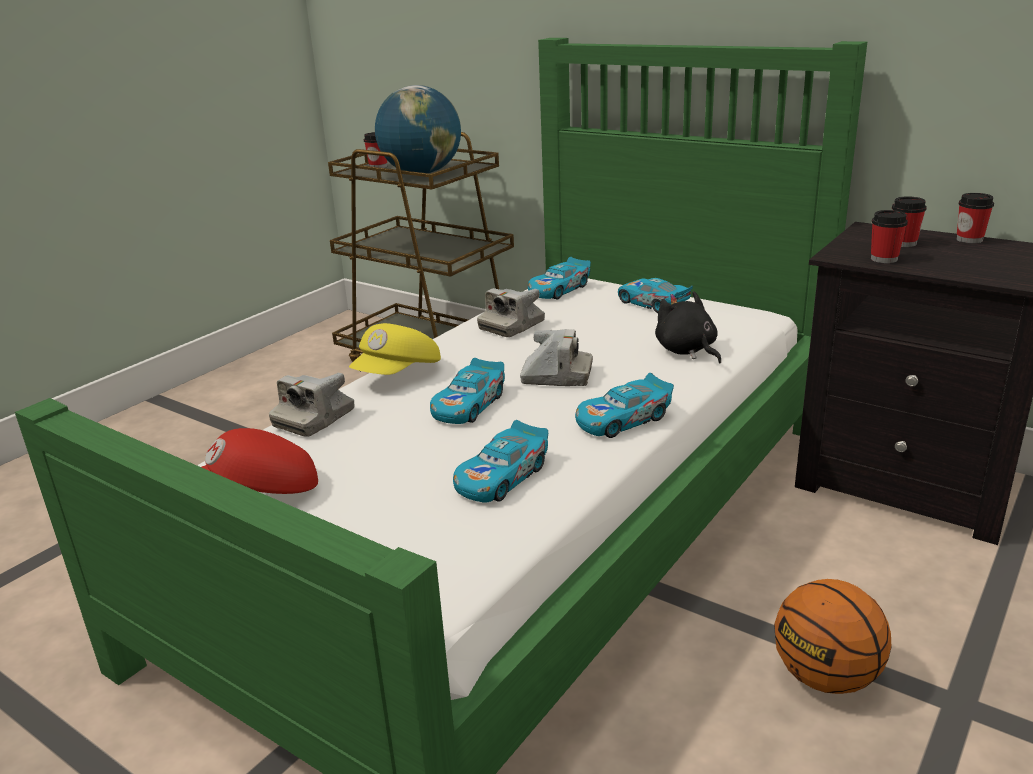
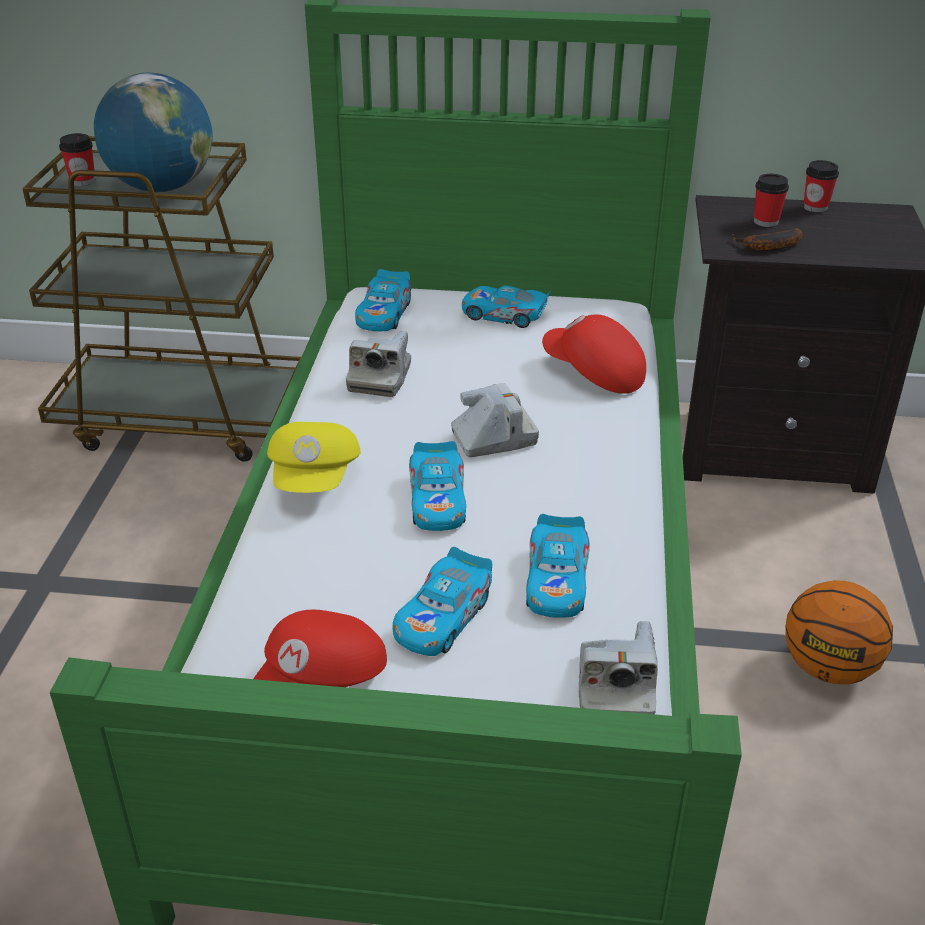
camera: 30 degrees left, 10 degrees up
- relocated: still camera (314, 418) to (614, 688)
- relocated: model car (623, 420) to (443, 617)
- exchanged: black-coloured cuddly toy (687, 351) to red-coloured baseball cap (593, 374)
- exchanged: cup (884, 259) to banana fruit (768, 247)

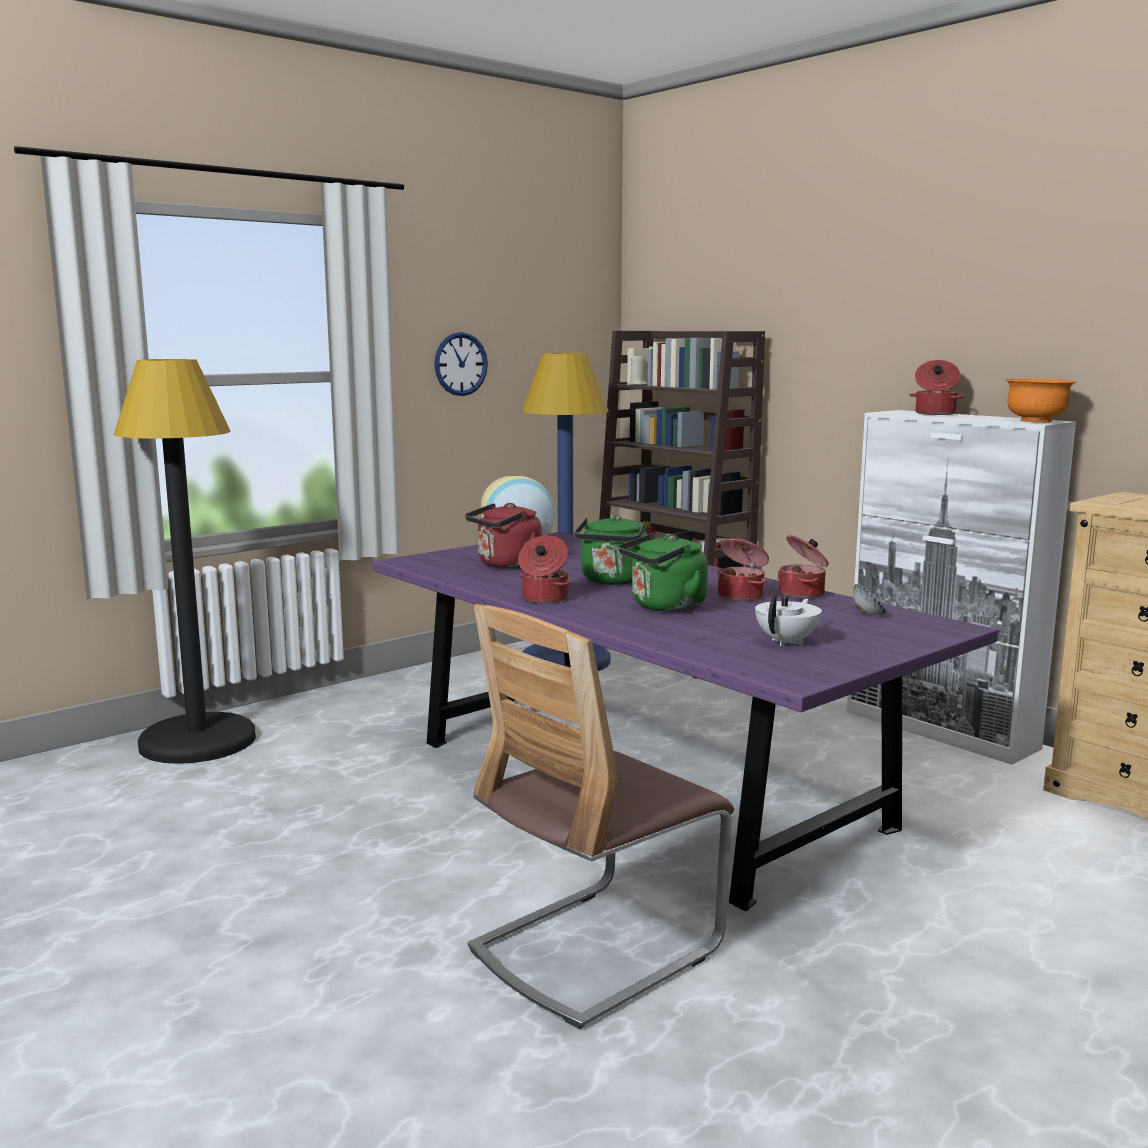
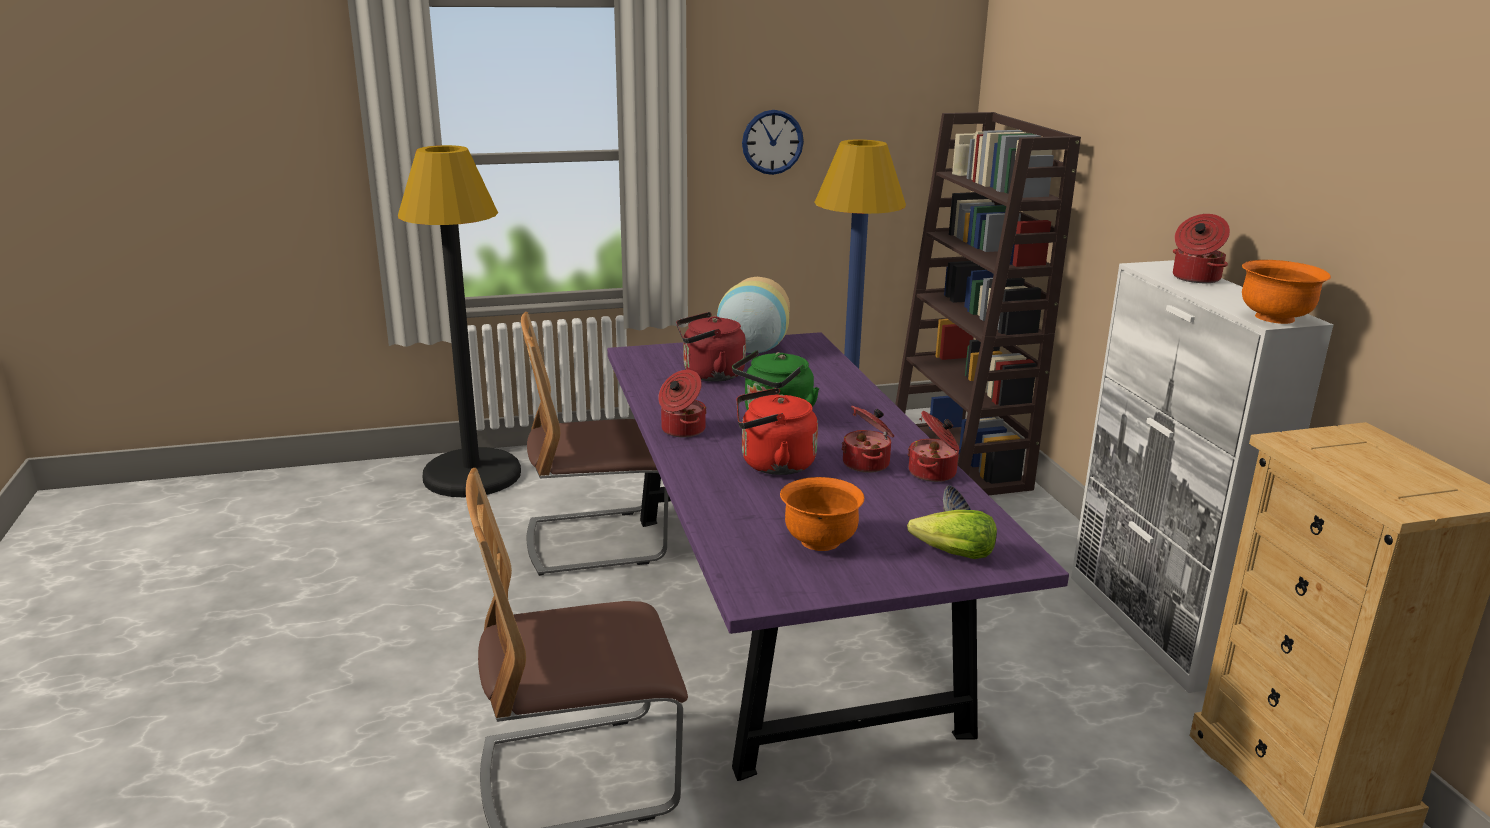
camera: 25 degrees right, 10 degrees up
- appeared: plain chair (596, 541)
- appeared: lettuce head (954, 554)
- exchanged: white teapot (787, 642) to orange serving bowl (820, 541)
- colour: greenish water kettle (664, 607) to red-coloured water kettle (772, 464)

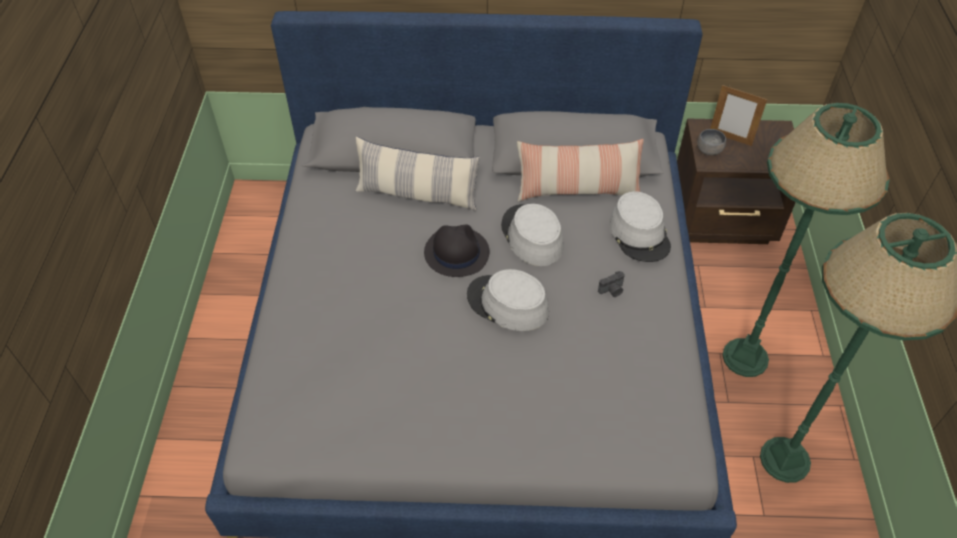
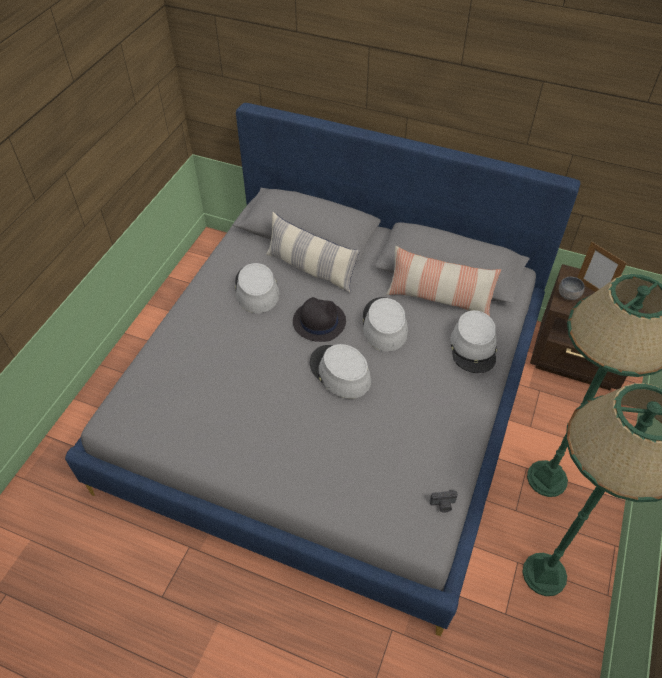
camera: 20 degrees right, 0 degrees up
- appeared: greyish clothing hat (256, 289)
- relocated: still camera (612, 290) to (443, 505)

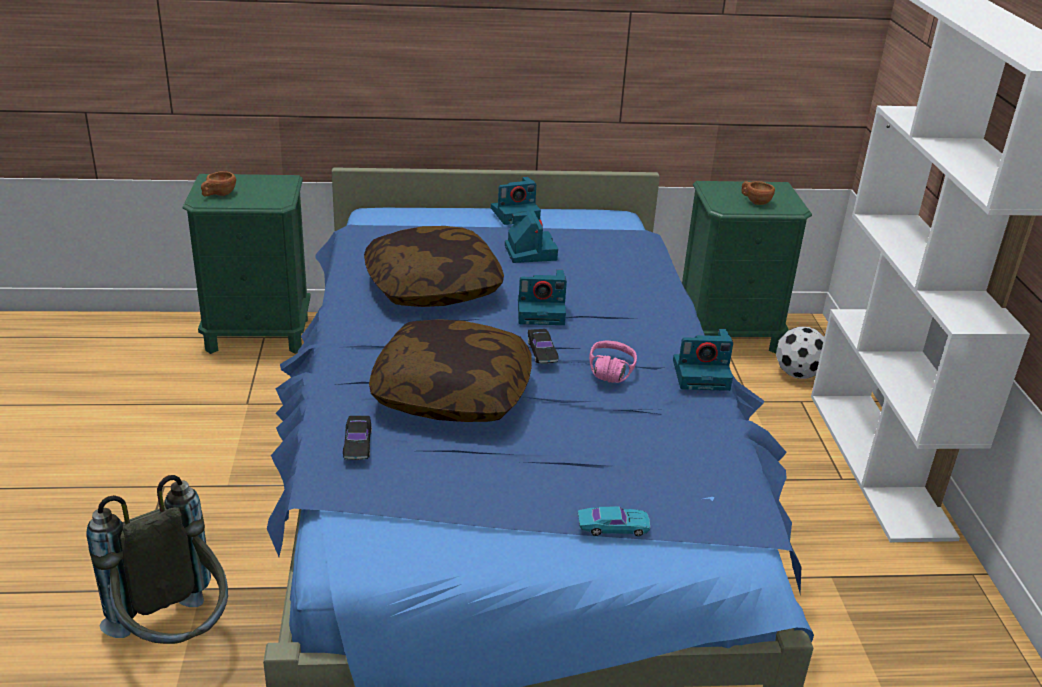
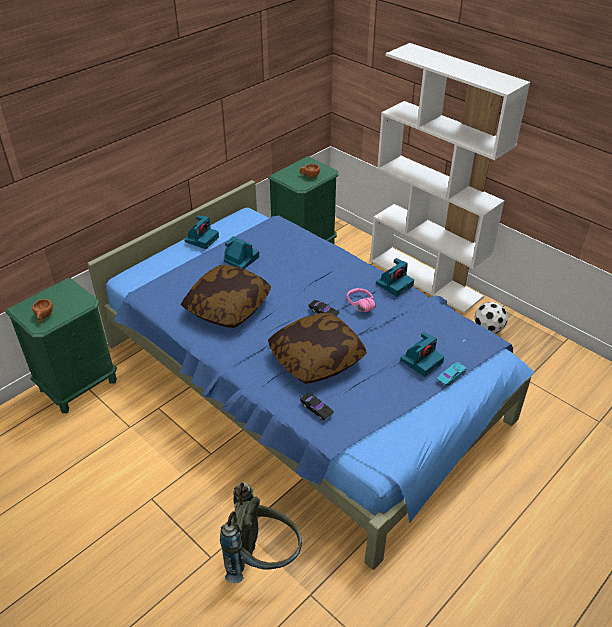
camera: 40 degrees left, 10 degrees up
- relocated: still camera (542, 311) to (421, 360)
- relocated: football (797, 373) to (487, 329)

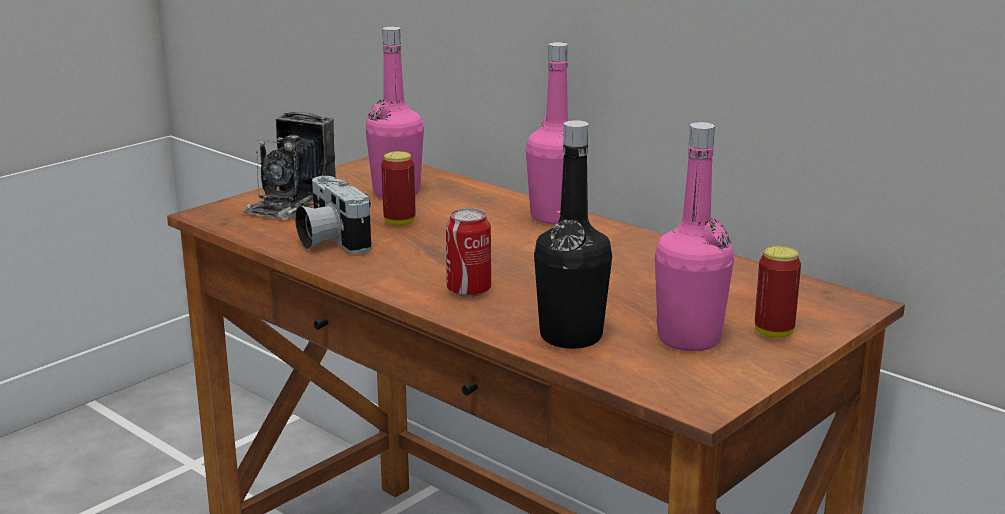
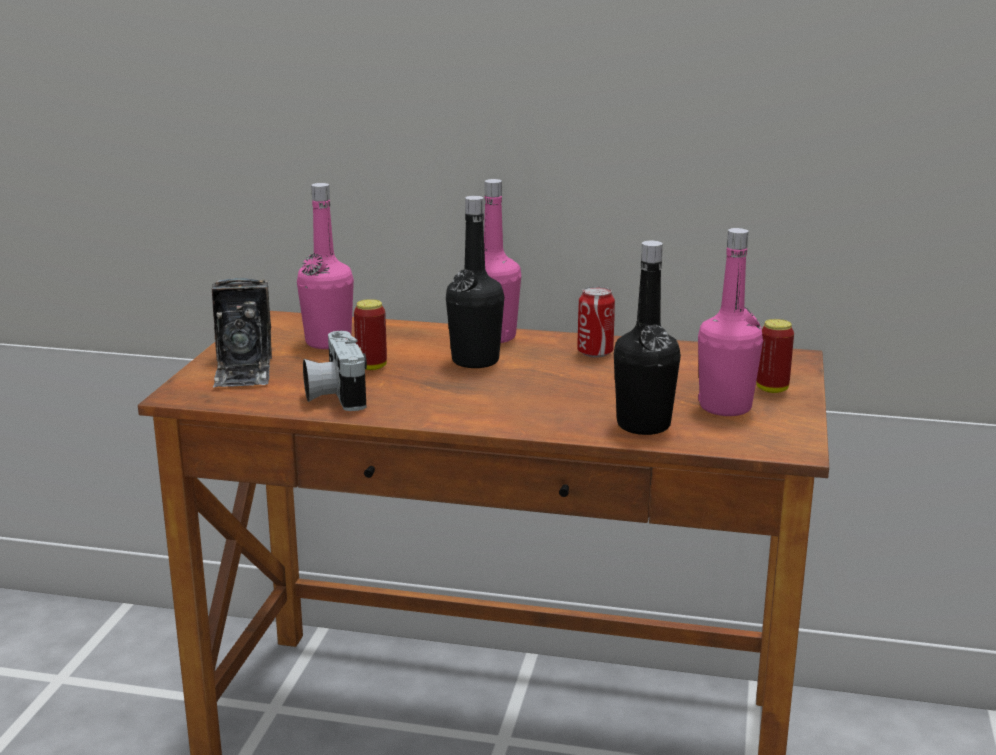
camera: 30 degrees left, 0 degrees up
- appeared: black-coloured bottle (475, 361)
- relocated: sealed can (469, 290) to (595, 352)
- spun: still camera (329, 240) = (334, 394) 45 degrees clockwise

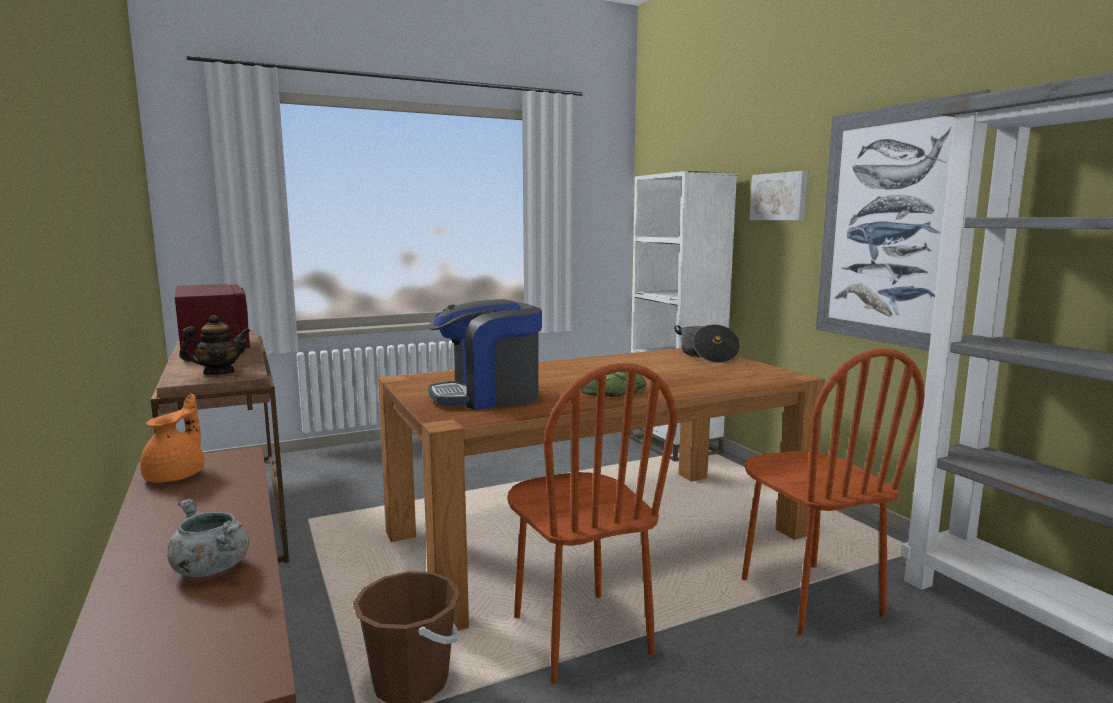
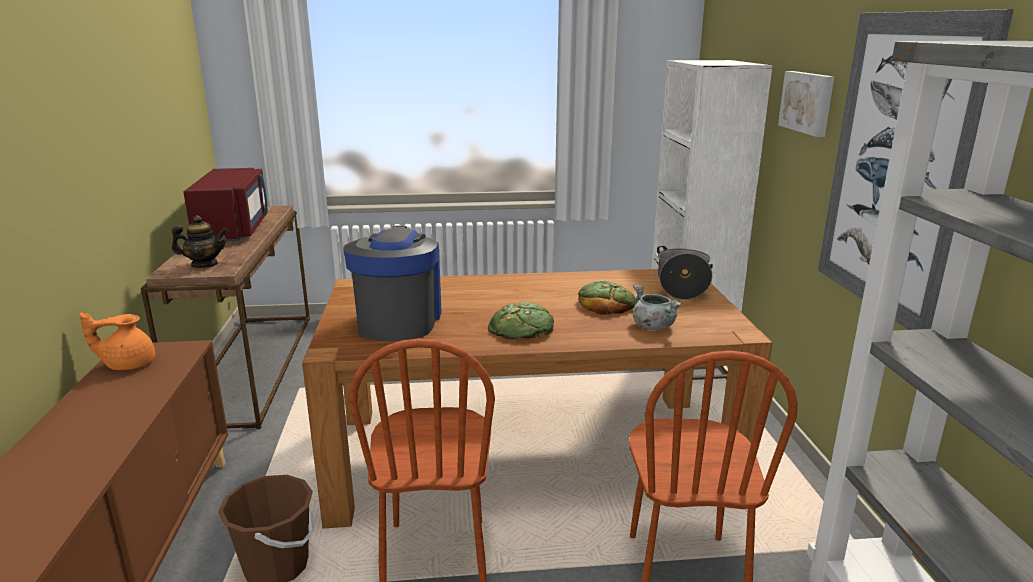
camera: 20 degrees right, 10 degrees up
- appeared: bakery bread (607, 304)
- relocated: greyish stockpot (210, 568) to (652, 326)
- spun: orange teapot (177, 476) = (128, 364) 135 degrees counterclockwise
- spun: coffee maker (488, 397) = (398, 320) 90 degrees clockwise

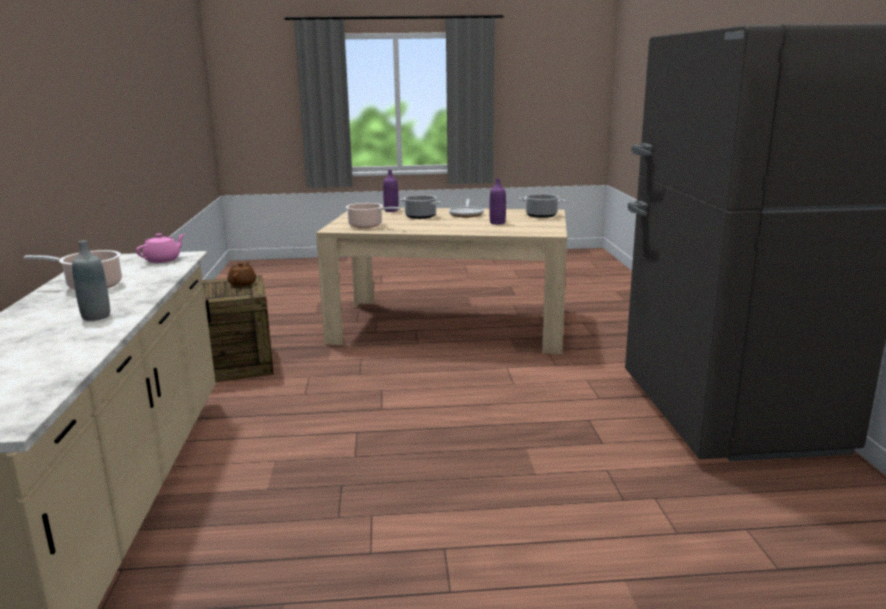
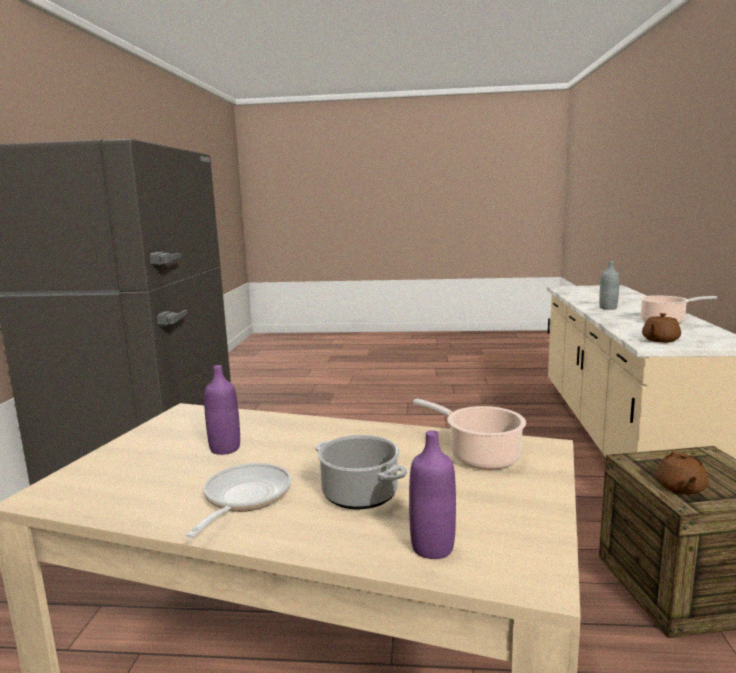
camera: 170 degrees left, 5 degrees down
- missing: stockpot (541, 215)
- colour: pinkish teapot (163, 260) to brownish teapot (660, 340)

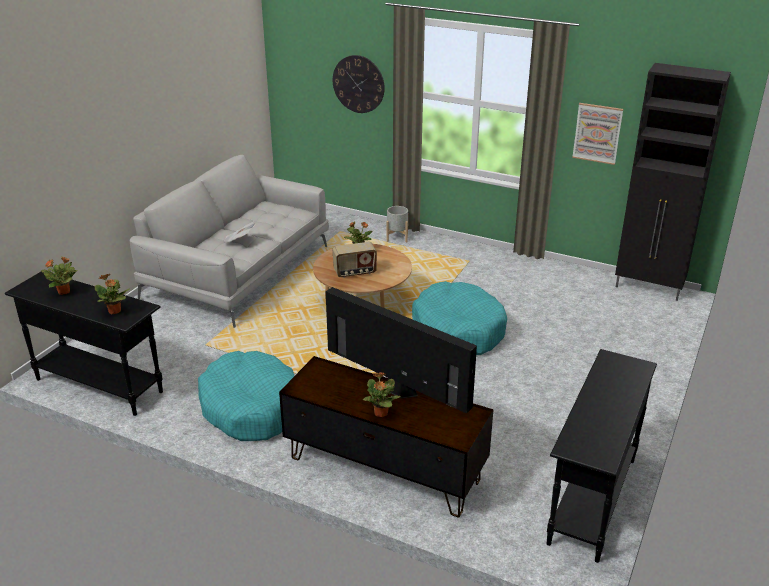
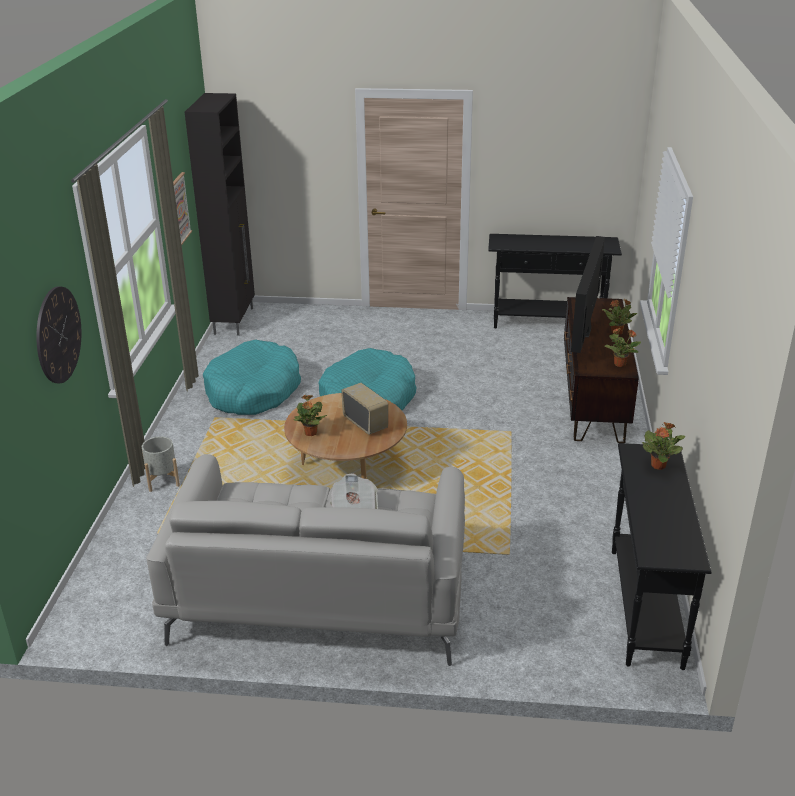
camera: 110 degrees left, 0 degrees up
- relocated: potted plant (64, 292) to (619, 364)
- relocated: turquoise-coloured pet bed (250, 407) to (253, 391)

